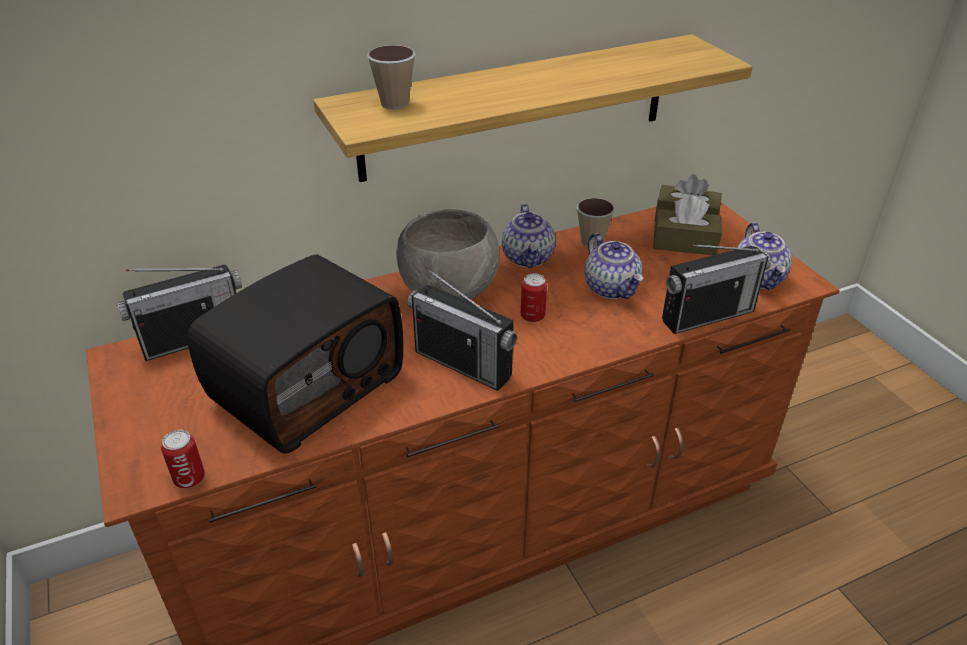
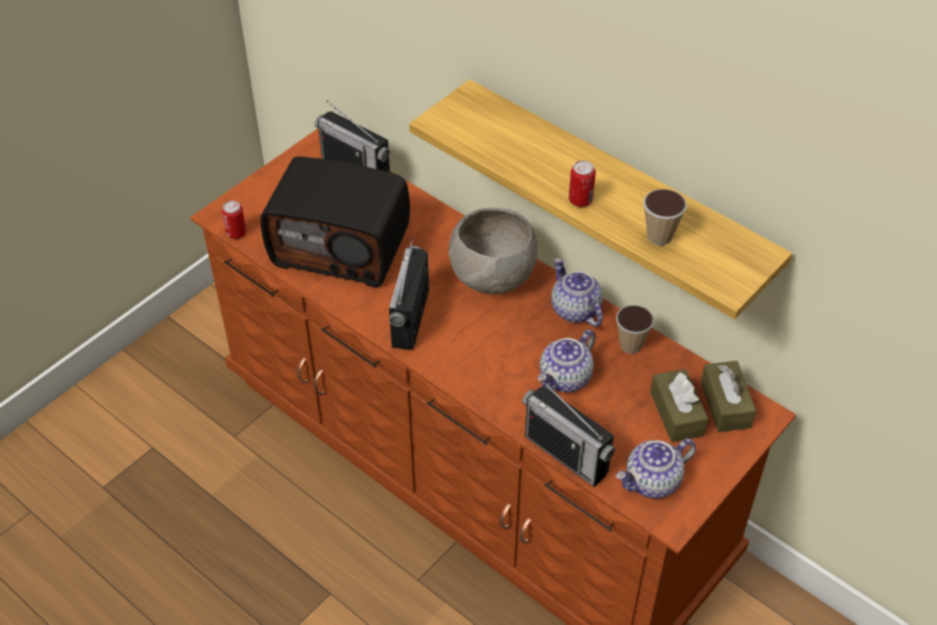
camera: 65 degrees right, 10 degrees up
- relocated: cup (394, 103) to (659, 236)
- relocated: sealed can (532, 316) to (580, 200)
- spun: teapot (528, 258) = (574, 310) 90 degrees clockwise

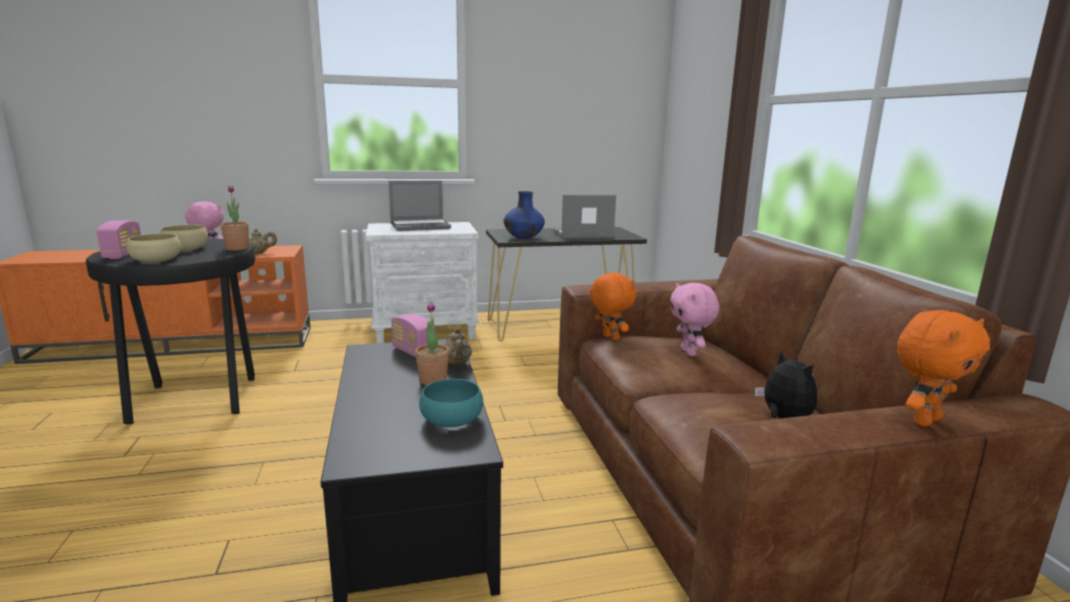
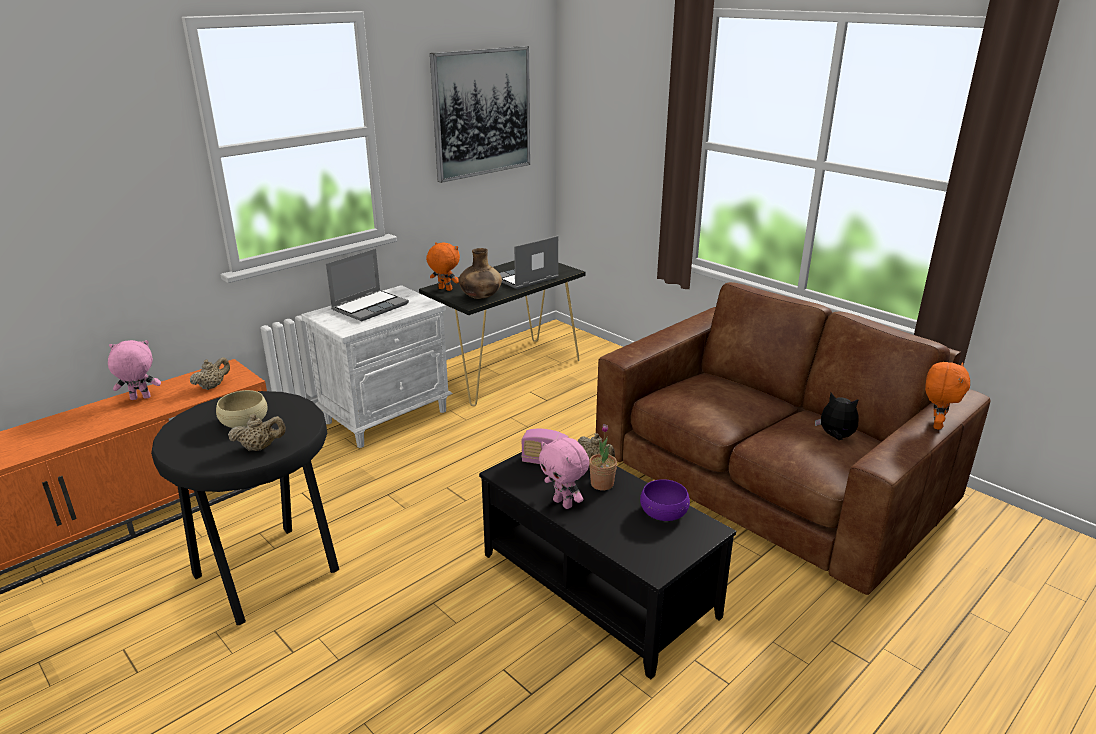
camera: 30 degrees left, 10 degrees up
- missing: radio (123, 255)
- missing: potted plant (237, 248)
- appeared: picture (482, 112)
- relocated: orange cuddly toy (609, 338) to (444, 289)
- relocated: pinkish cuddly toy (689, 352) to (564, 503)
- exchanged: beige-coloured serving bowl (156, 259) to beige-coloured teapot (260, 448)
- colour: turquoise-coloured serving bowl (451, 419) to purple-coloured serving bowl (663, 512)
- colour: bluish flower vase (523, 238) to brownish flower vase (480, 297)

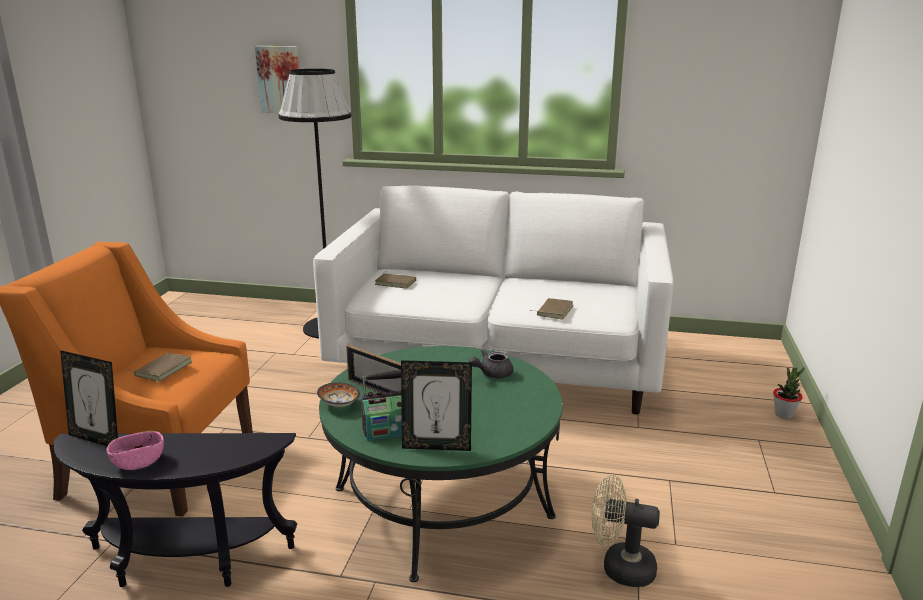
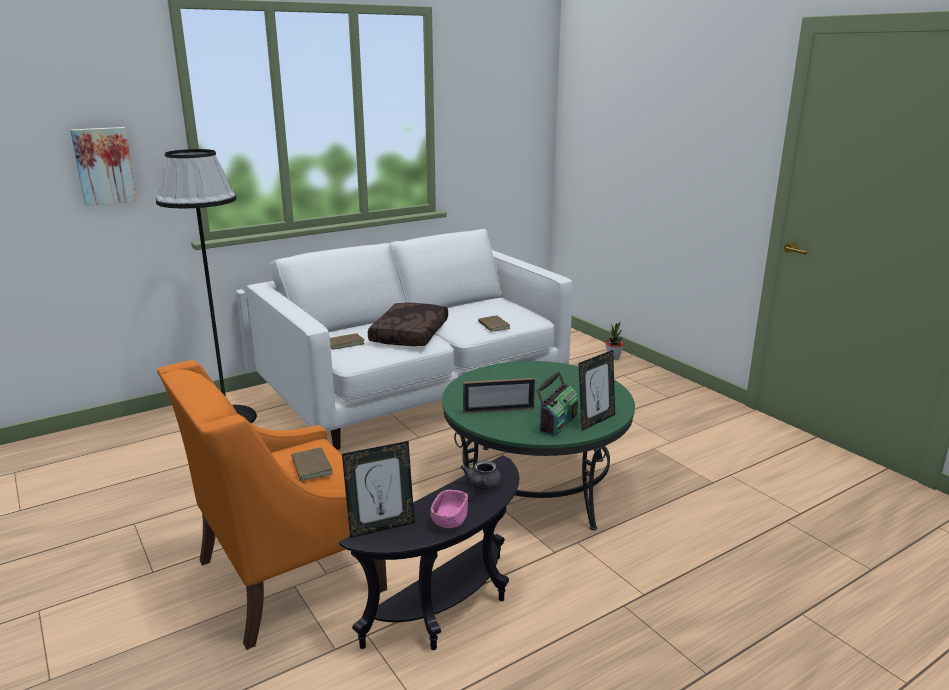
camera: 45 degrees left, 0 degrees up
- missing: serving bowl (339, 405)
- missing: beige-coloured cooling fan (619, 568)
- appeared: brownish cushion (411, 335)
- relocated: greyish teapot (492, 374) to (482, 486)

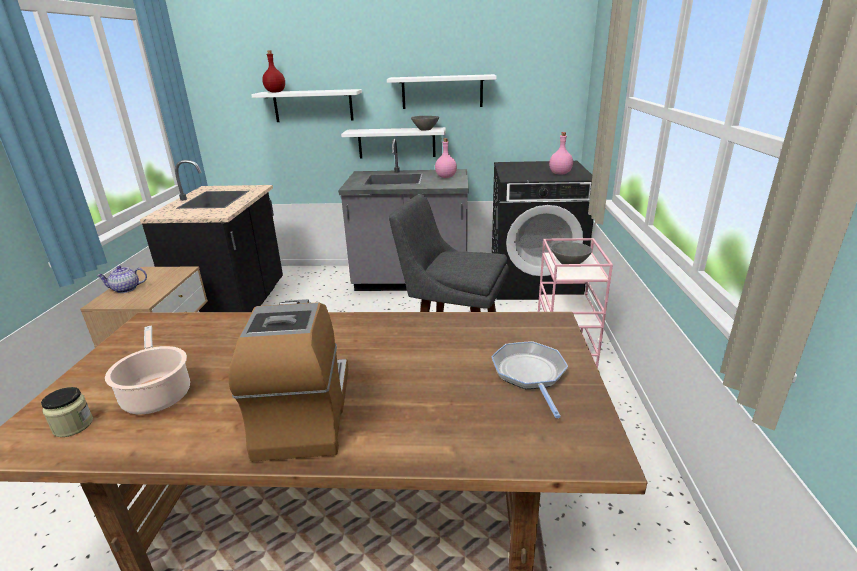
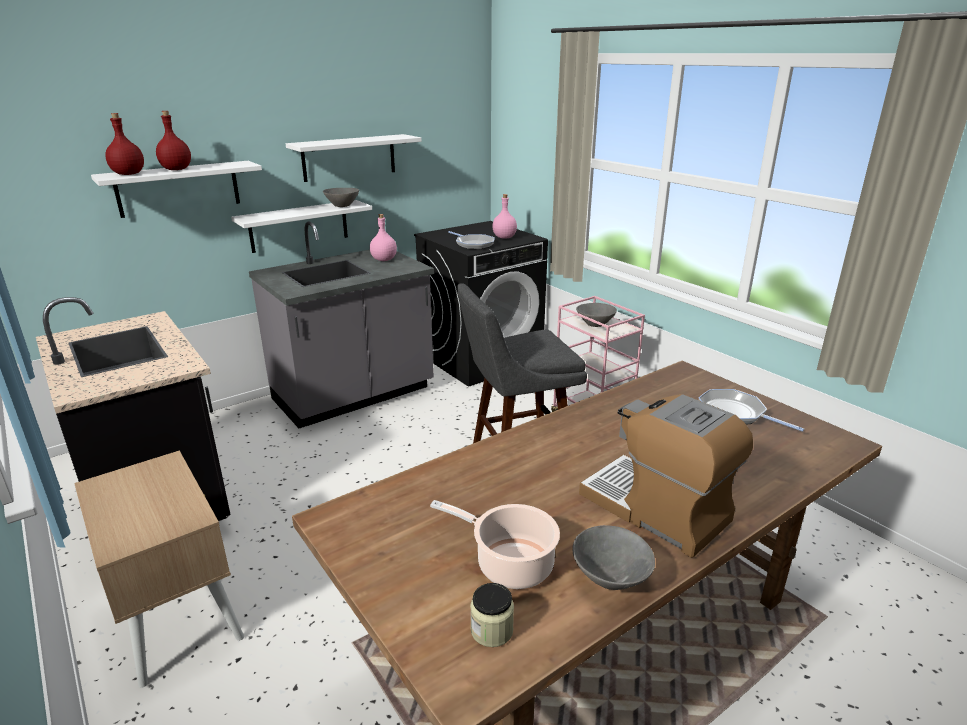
camera: 40 degrees left, 0 degrees up
- missing: teapot (126, 289)
- appeared: red-coloured bottle (177, 169)
- appeared: skillet (473, 244)
- appeared: greyish serving bowl (610, 579)

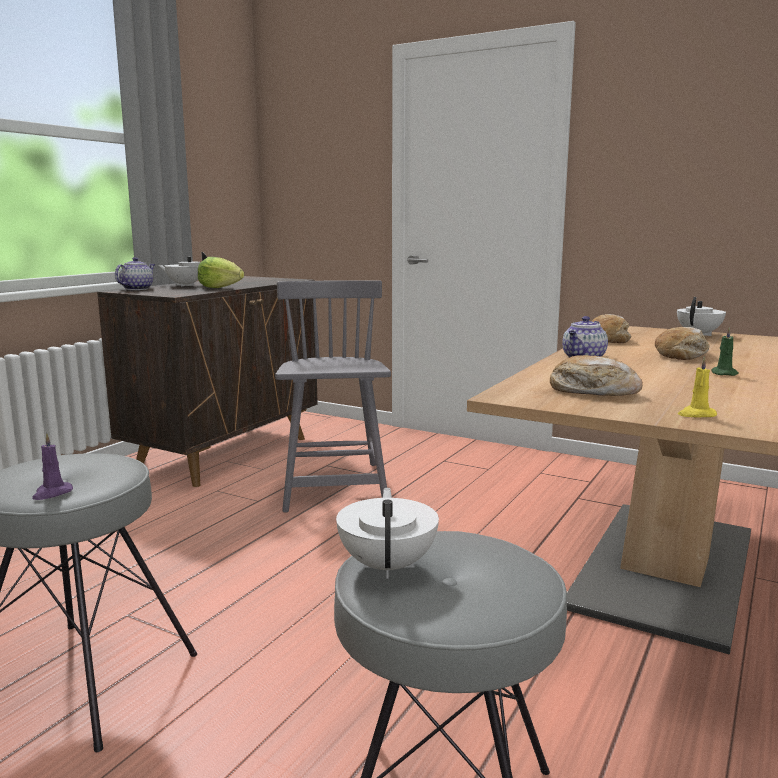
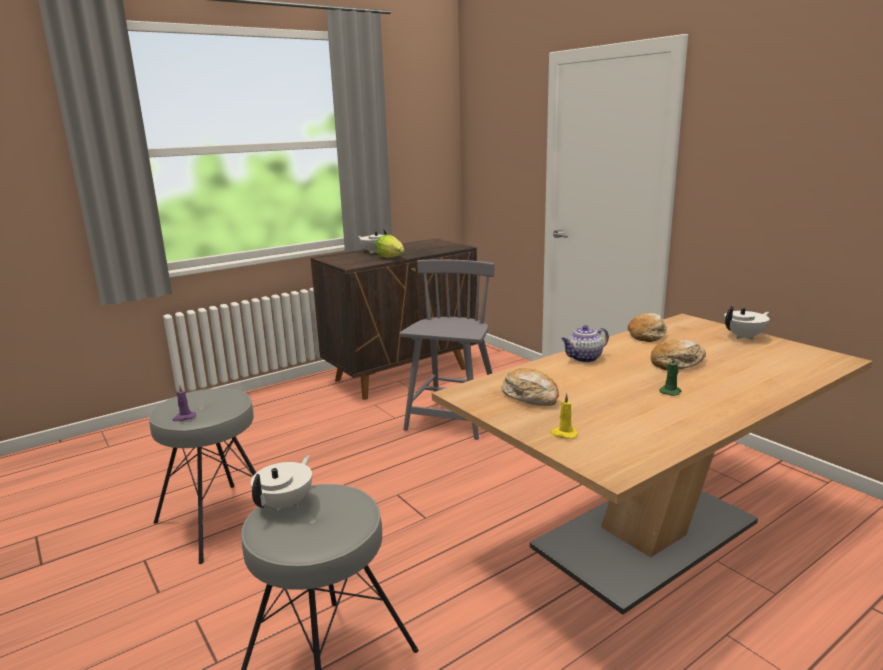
camera: 25 degrees right, 5 degrees up
- missing: teapot (137, 289)

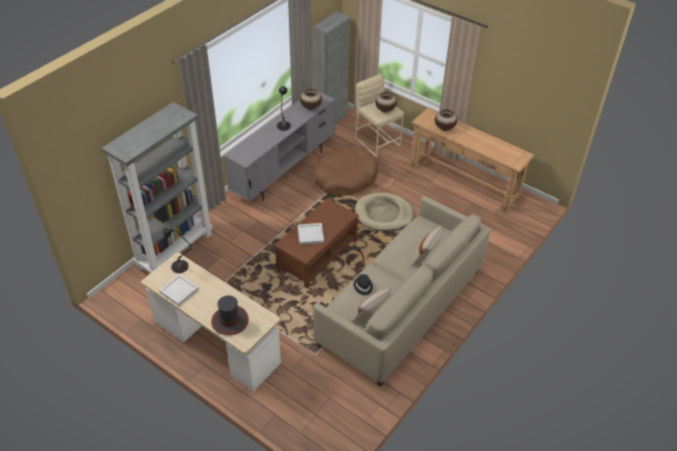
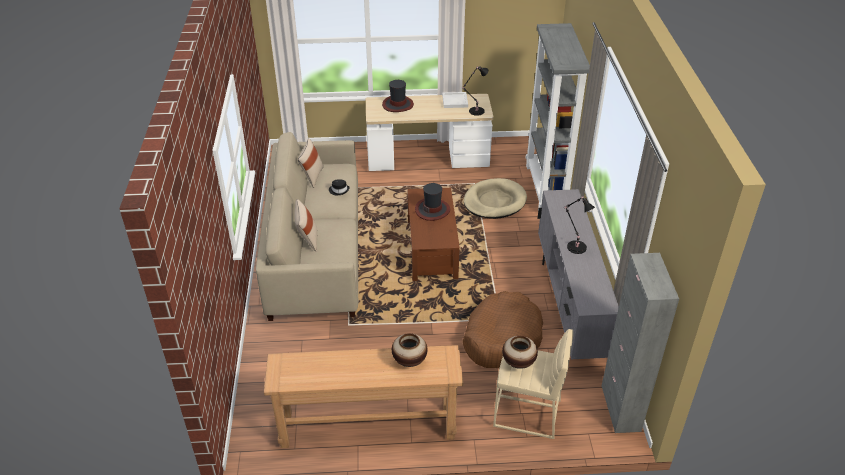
camera: 140 degrees right, 5 degrees down
- missing: flower vase (310, 107)
- relocated: beige-coloured pet bed (383, 214) to (494, 201)
- exchanged: white carrying tray (310, 234) to clothing hat (432, 209)

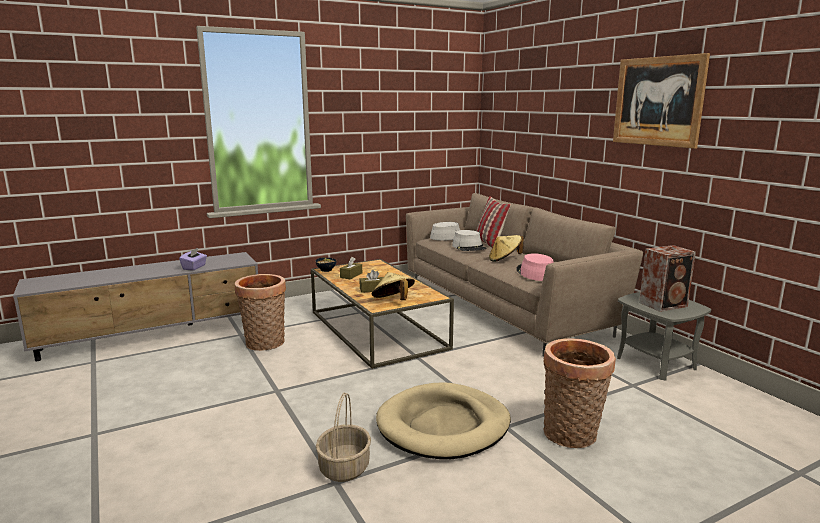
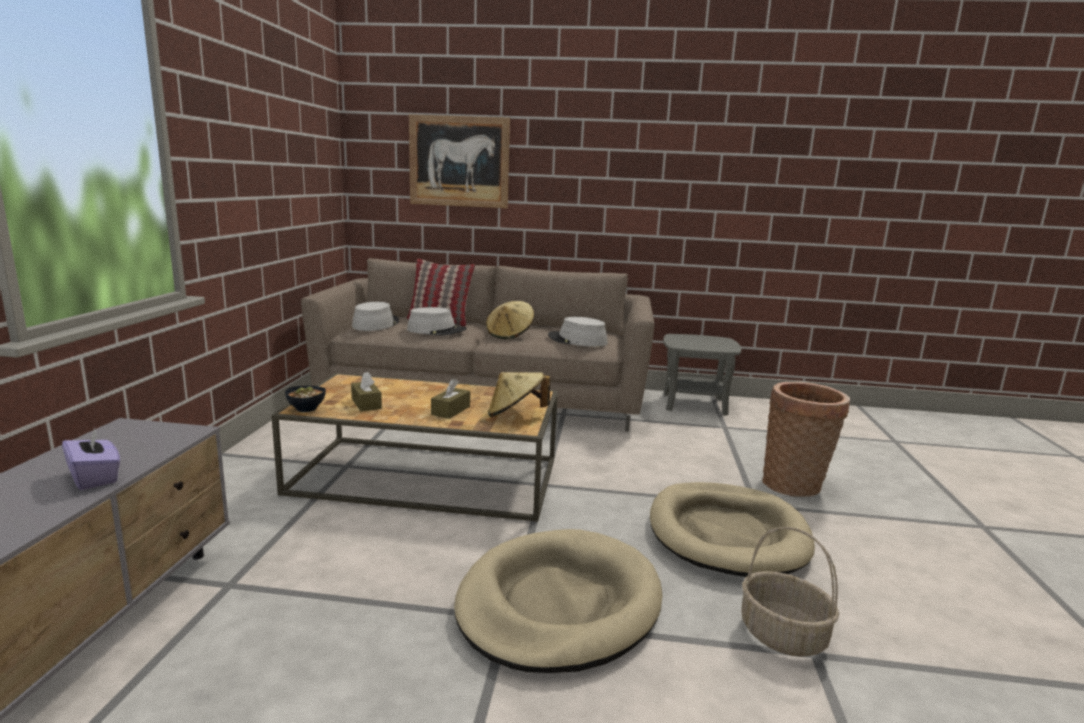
camera: 55 degrees left, 0 degrees up
- missing: storage basket (264, 344)
- missing: speaker (664, 304)
- appeared: beige-coloured pet bed (558, 605)
- relocated: picture (658, 101) to (459, 161)
- colour: pinkish clothing hat (535, 273) to greyish clothing hat (577, 340)

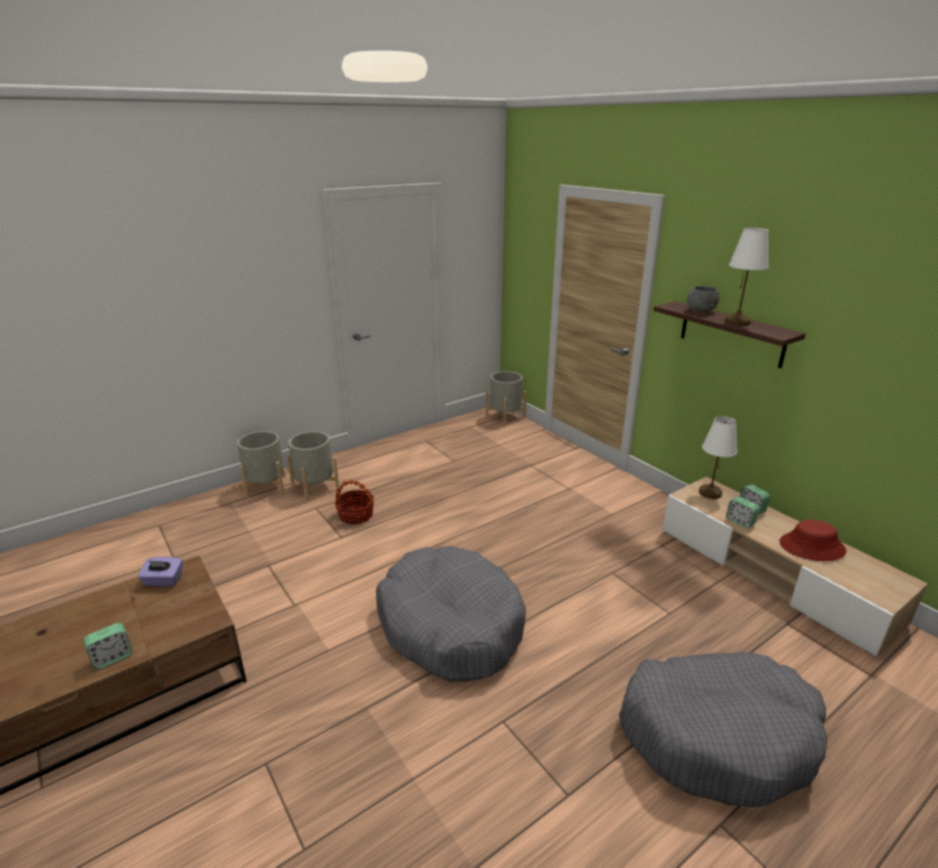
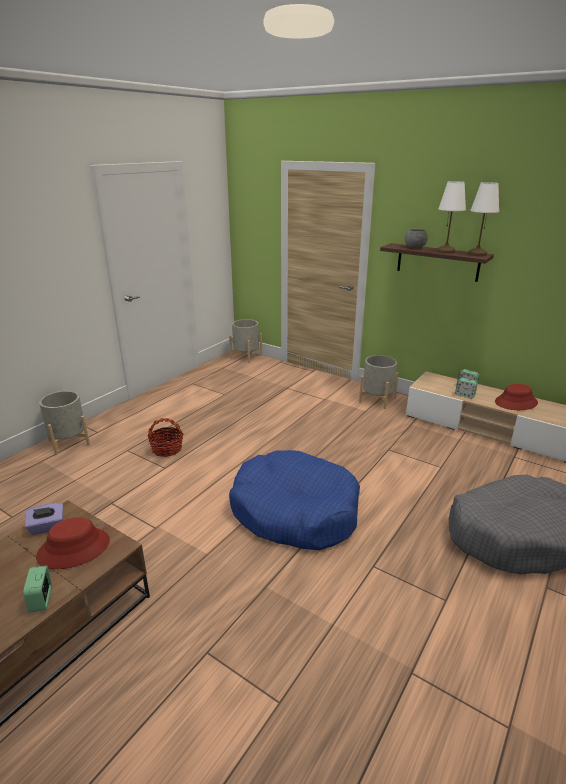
camera: 20 degrees left, 0 degrees up
- appeared: red-coloured clothing hat (74, 548)
- relocated: greyish planter (315, 487) to (377, 399)
- relocated: white table lamp (709, 492) to (476, 254)
- colour: greyish pet bed (450, 625) to bluish pet bed (294, 511)
- spun: bedside clock (112, 657) = (41, 599) 135 degrees clockwise

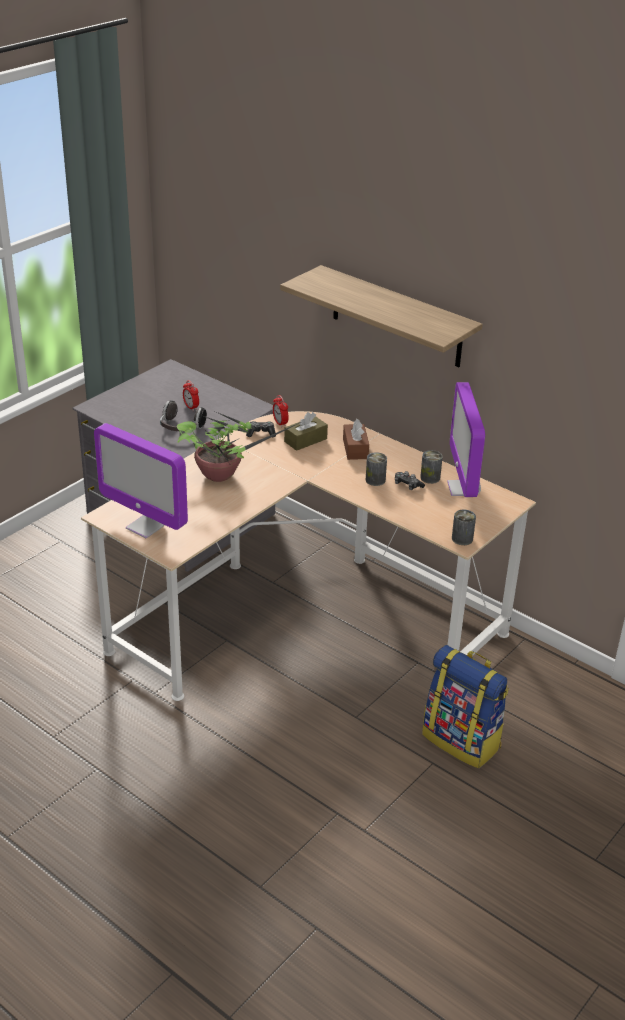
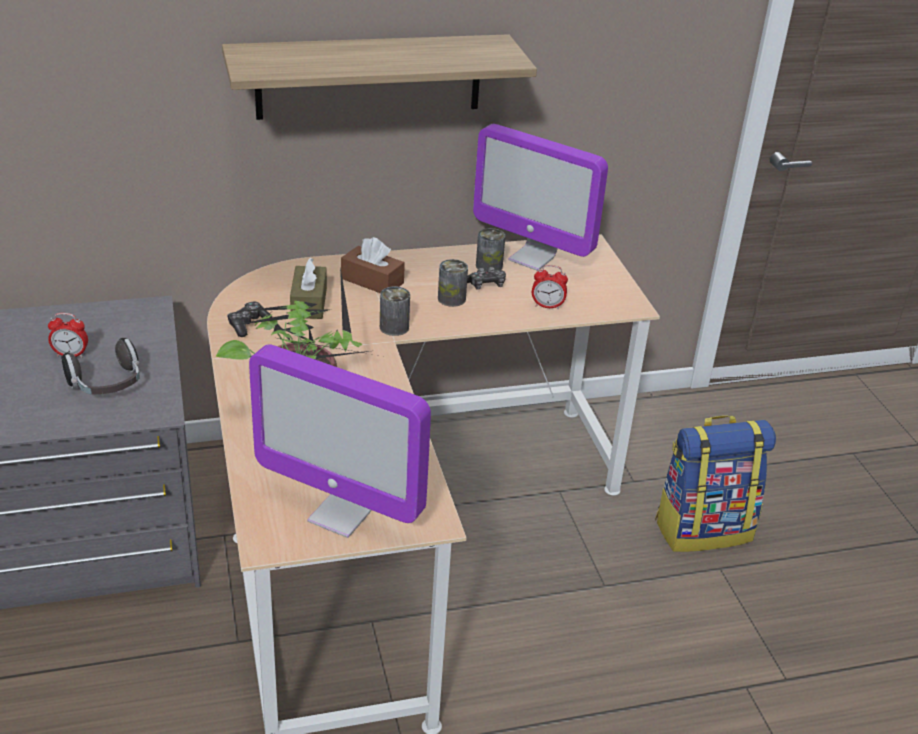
camera: 55 degrees left, 0 degrees up
- relocated: bedside clock (280, 423) to (547, 306)
- relocated: sealed can (462, 538) to (394, 327)
- spun: computer display (146, 526) = (341, 514) 45 degrees clockwise

